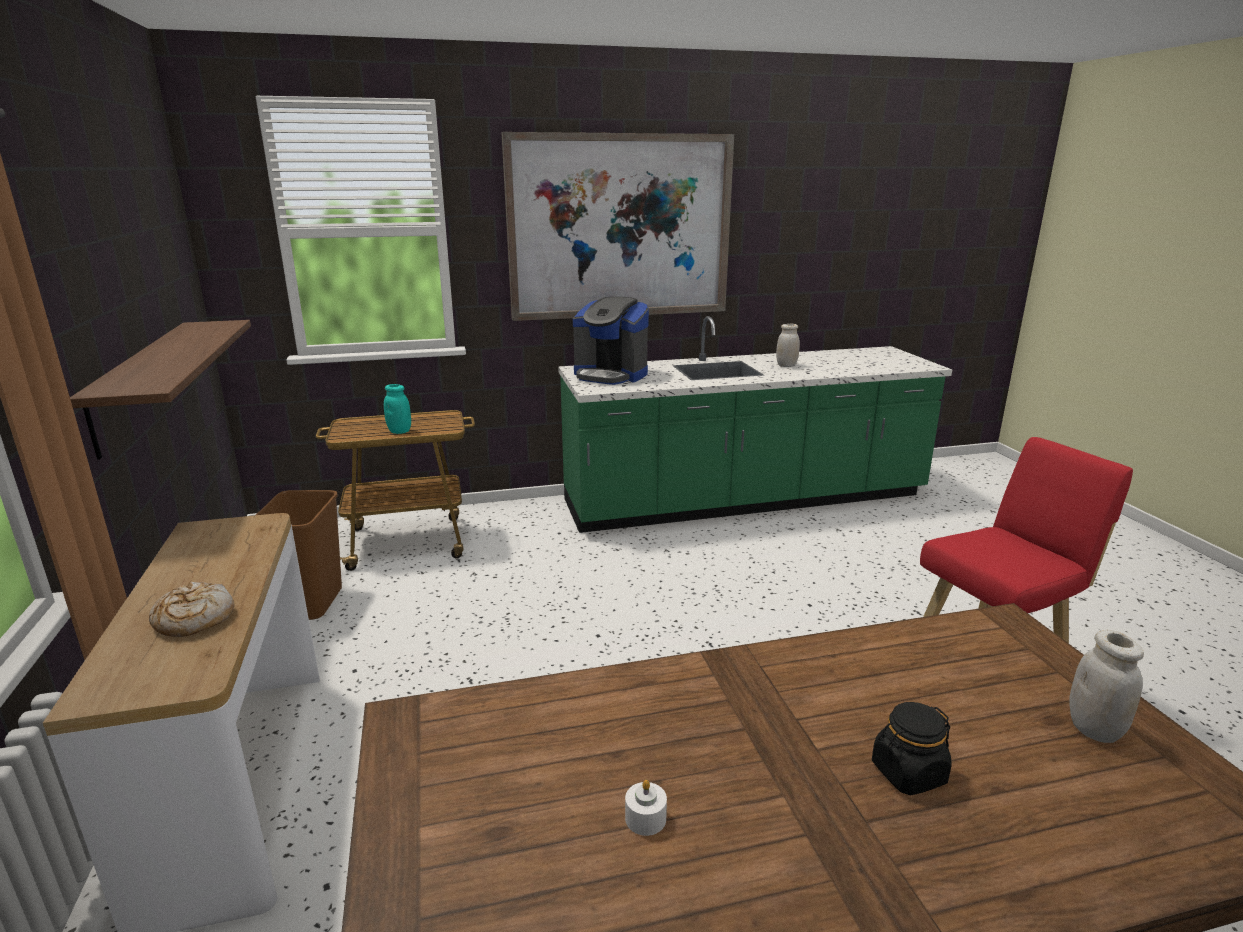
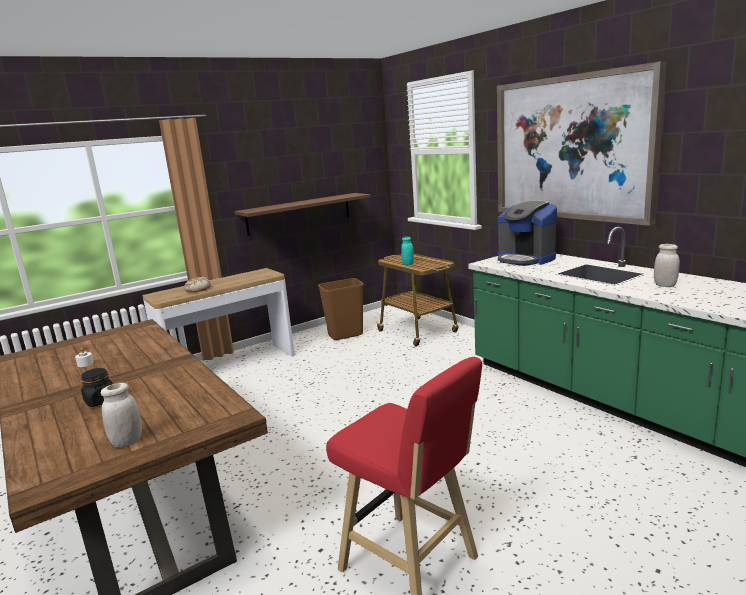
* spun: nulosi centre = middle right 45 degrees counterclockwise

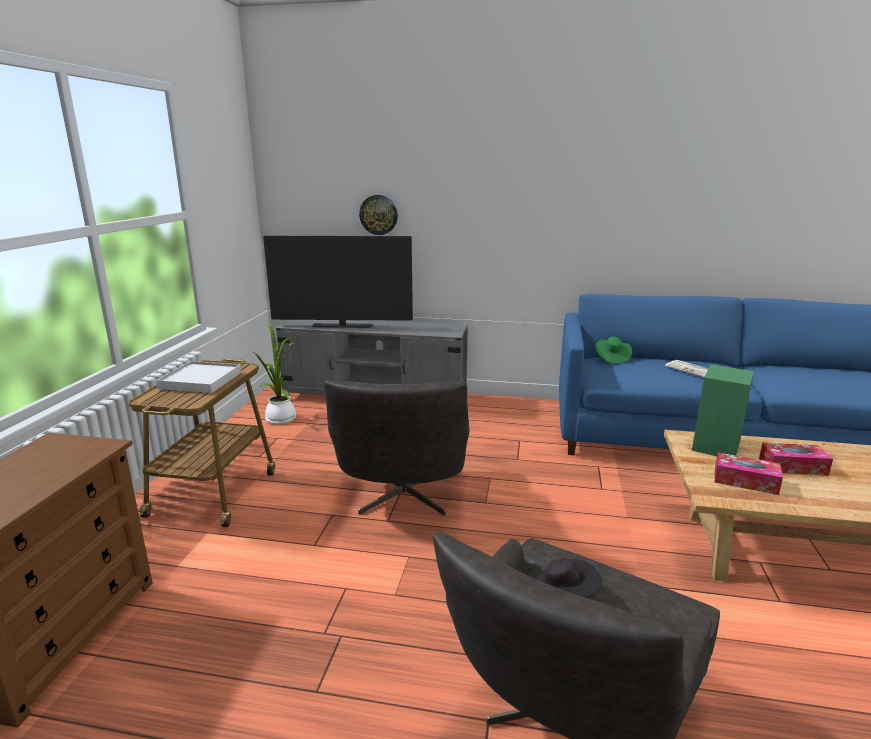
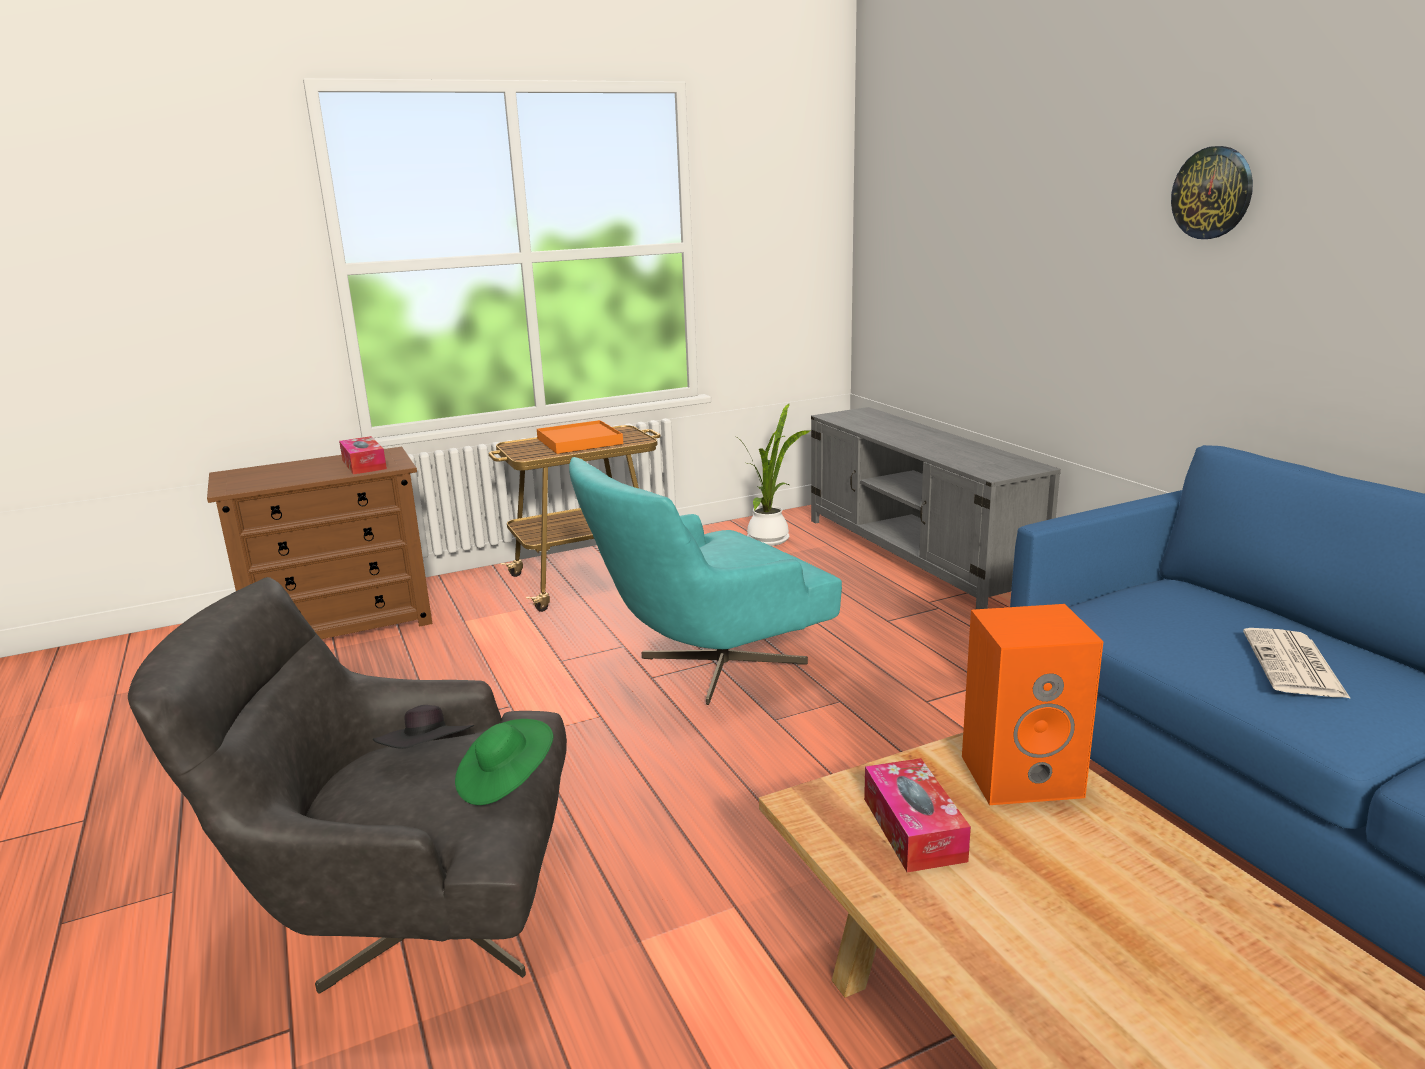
* colour: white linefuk middle left to orange linefuk centre
* missing: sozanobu centre
* colour: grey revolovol (no. 1 from left) centre to turquoise revolovol centre
* relocated: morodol top centre to top right
* relocated: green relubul middle right to bottom centre
* colour: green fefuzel middle right to orange fefuzel middle right
* relocated: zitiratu (no. 2 from left in the first image) middle right to zitiratu (no. 1 from left) middle left

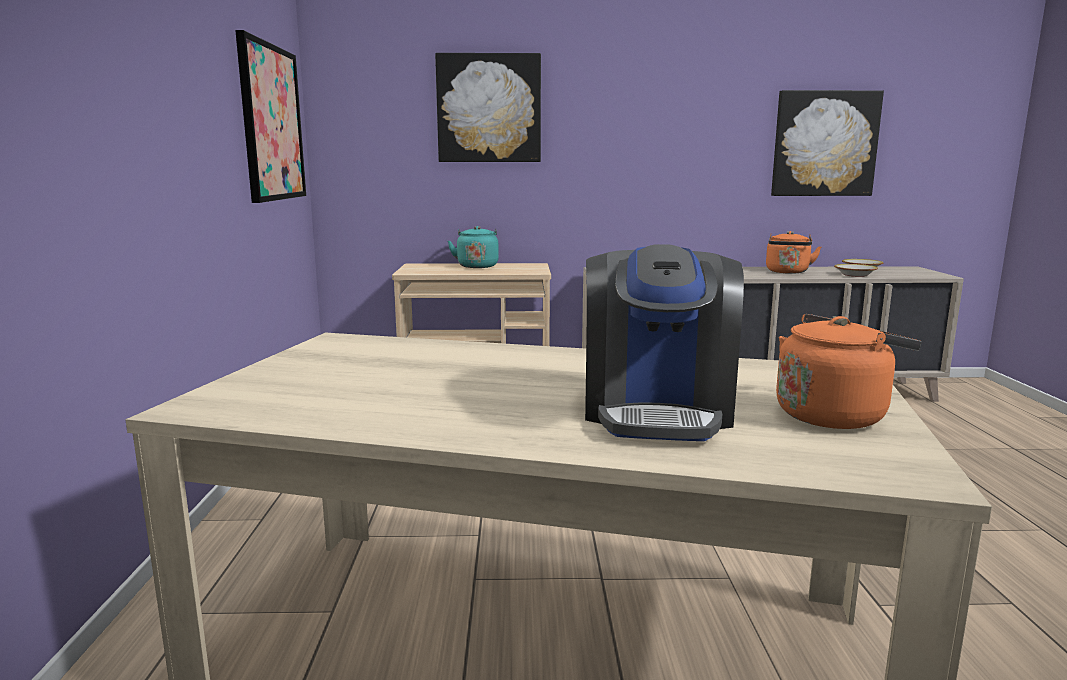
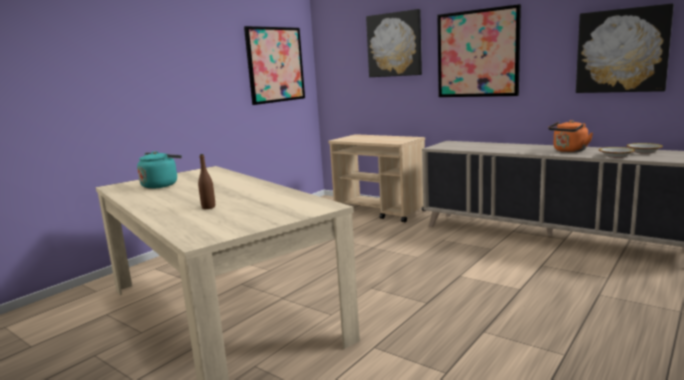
* relocated: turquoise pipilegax centre to middle left
* exchanged: nulosi centre to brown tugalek middle left
* missing: orange pipilegax (no. 2 from left) middle right
* appeared: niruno (no. 3 from left) top right

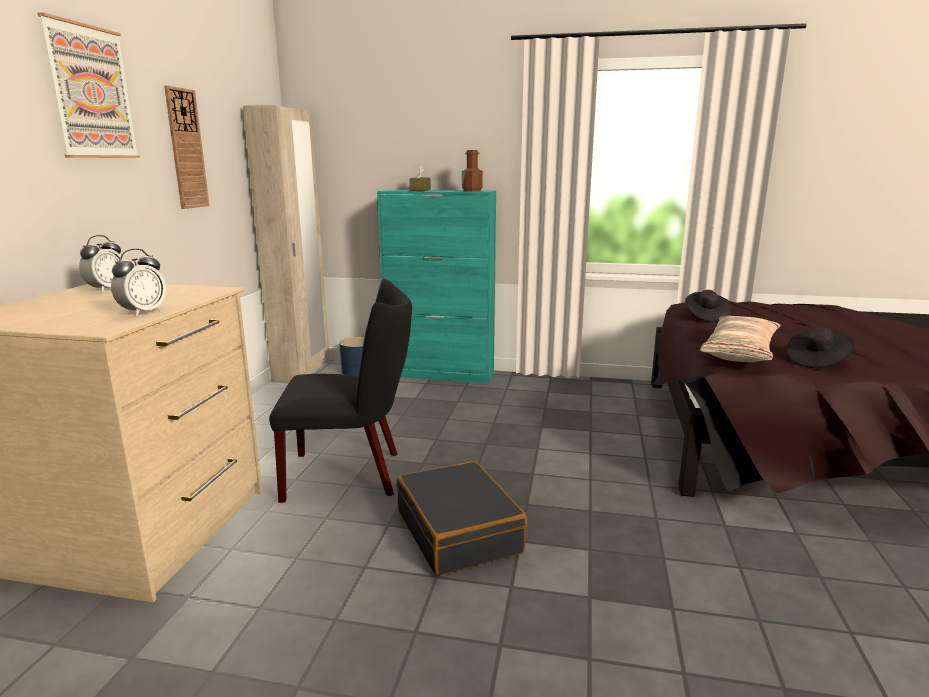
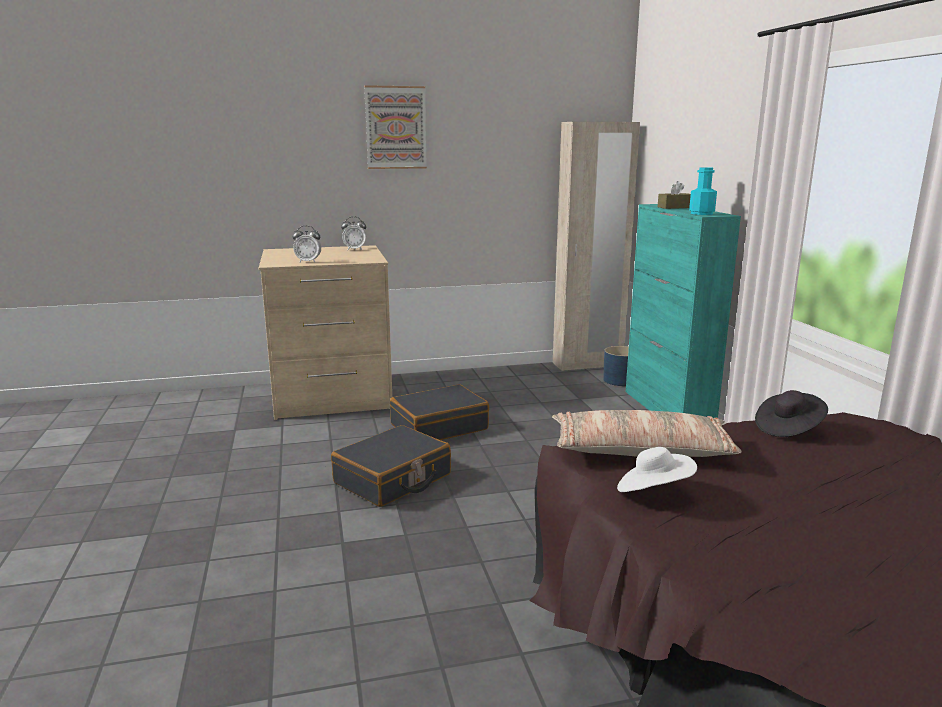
* missing: morodol top left
* exchanged: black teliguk centre to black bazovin (no. 2 from left) centre
* colour: brown tugalek top centre to turquoise tugalek top right
* colour: black relubul (no. 2 from left) middle right to white relubul middle right

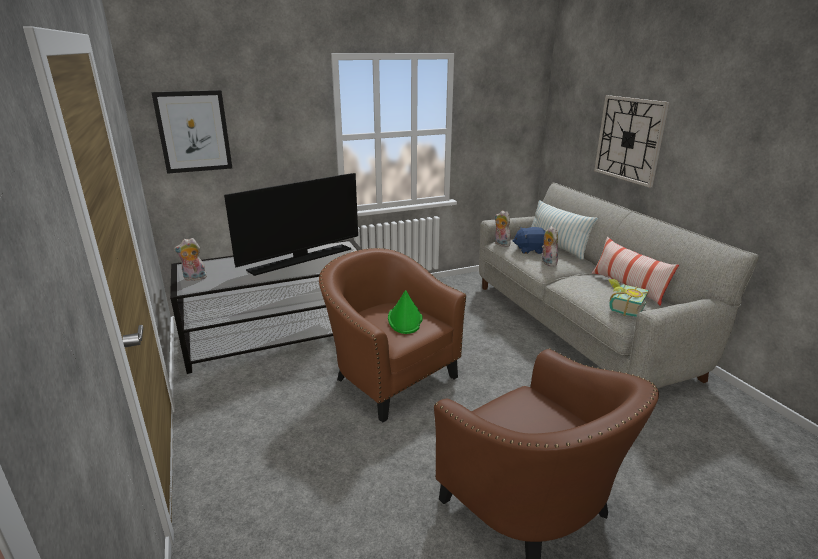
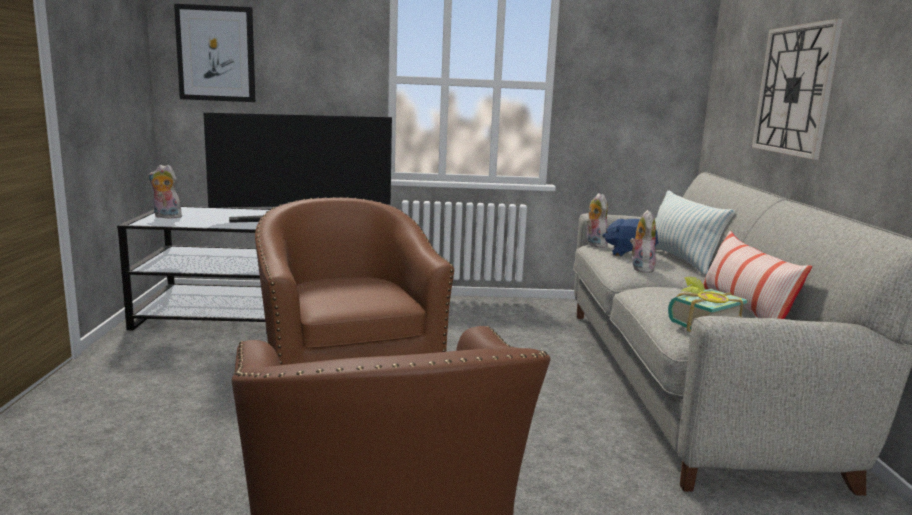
* missing: green relubul centre

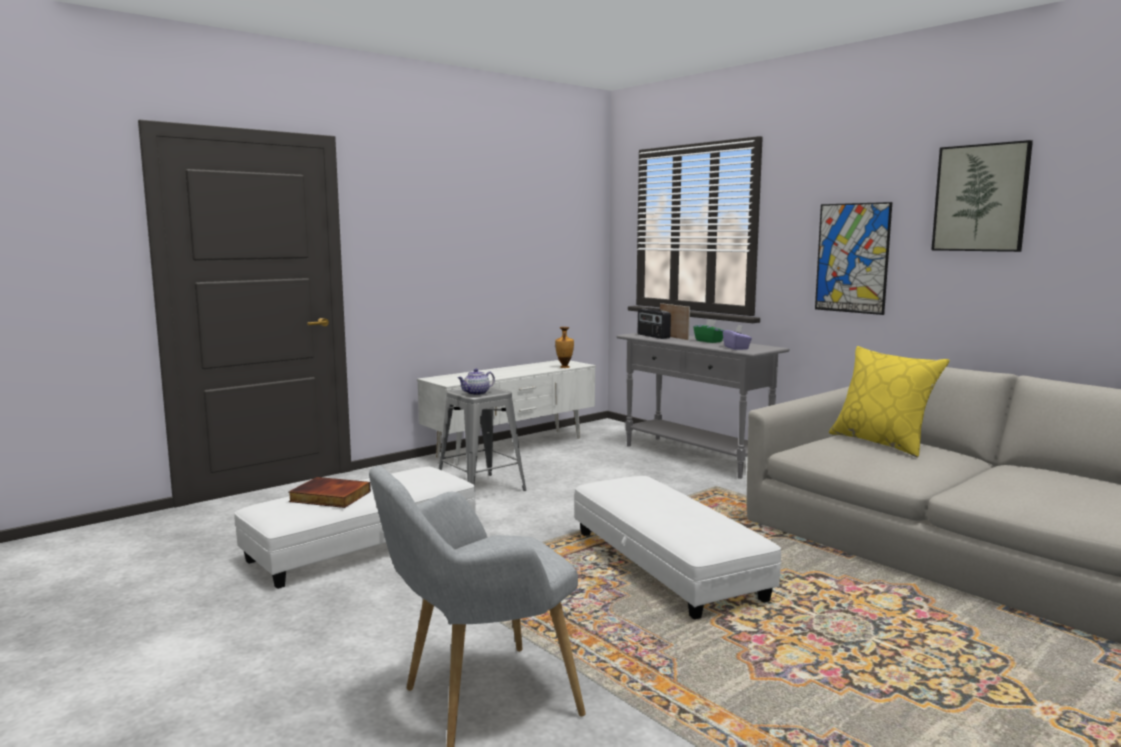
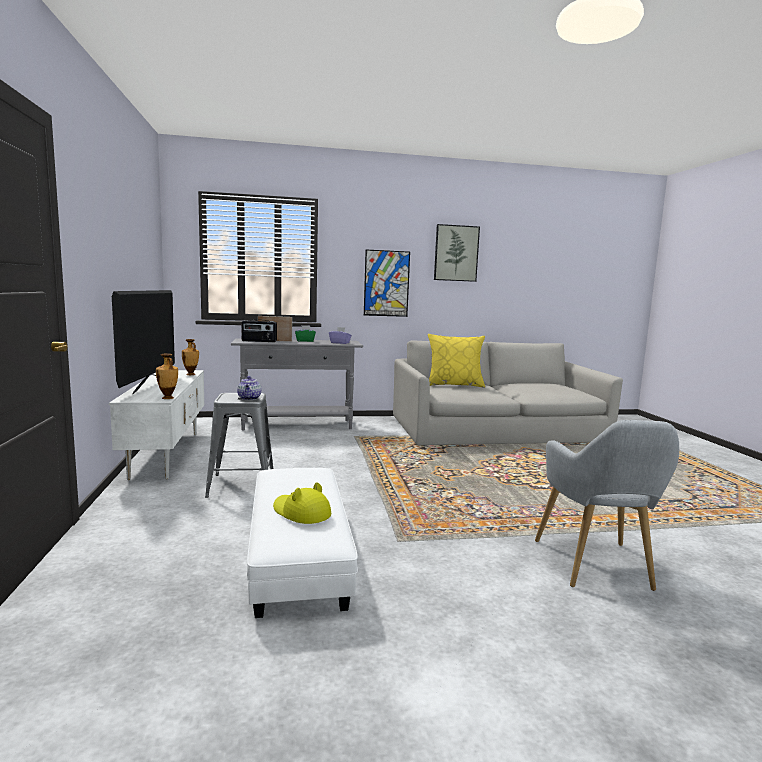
* exchanged: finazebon middle left to yellow relubul centre
* missing: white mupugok (no. 2 from left) bottom centre
* appeared: sozanobu middle left
* appeared: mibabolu (no. 1 from left) middle left

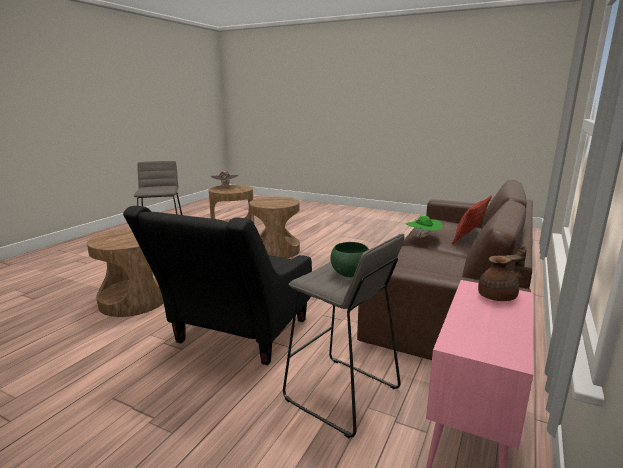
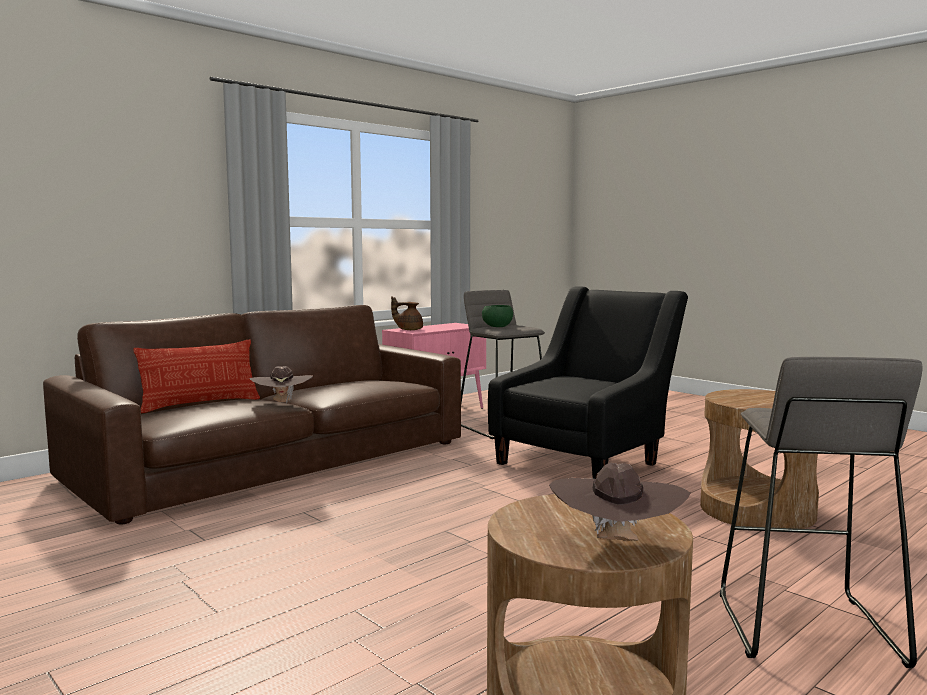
* missing: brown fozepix (no. 3 from left) centre
* colour: green relubul middle right to brown relubul (no. 1 from left) middle left

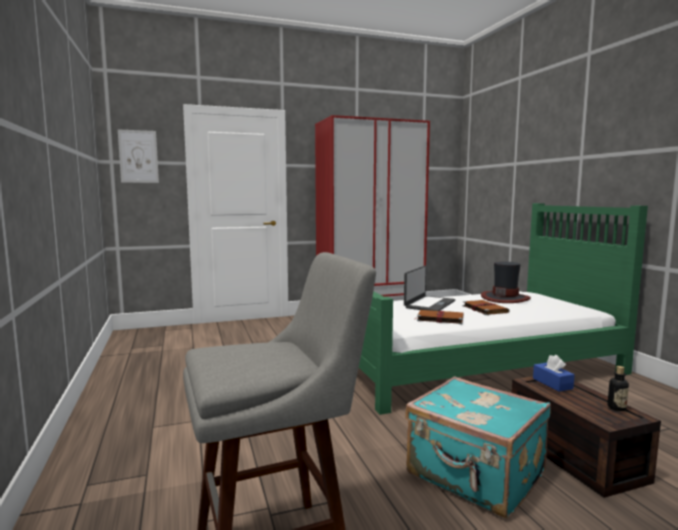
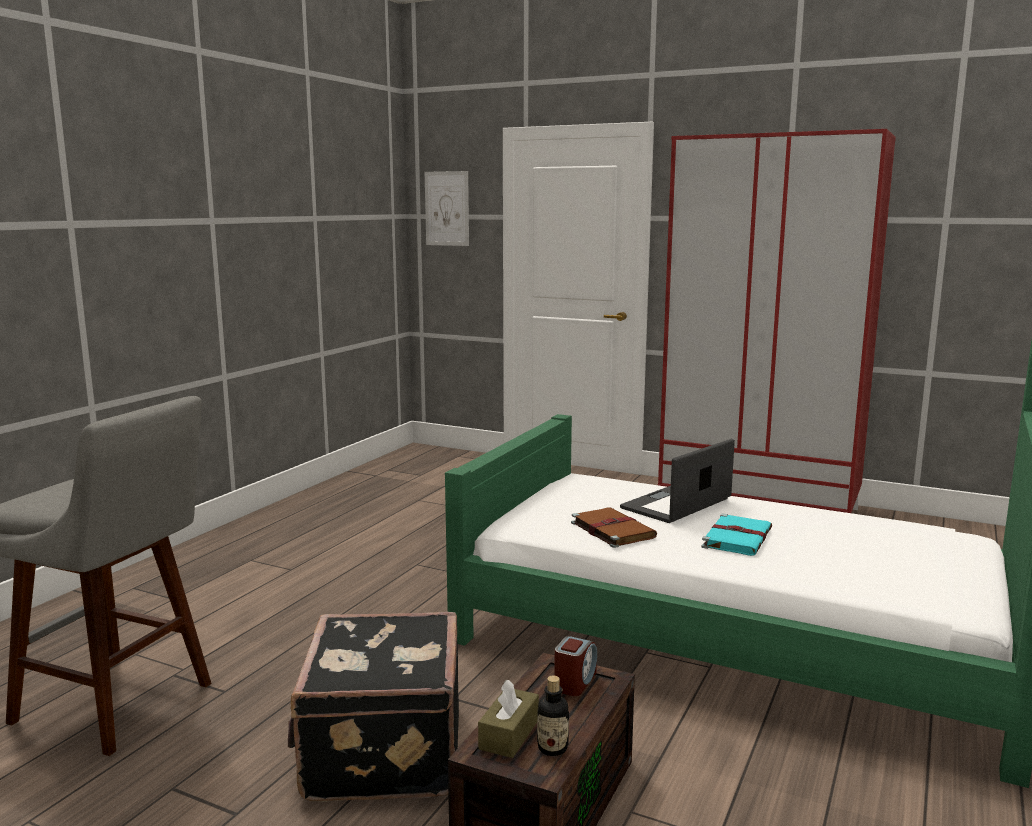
* spun: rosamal centre = centre 150 degrees clockwise
* colour: turquoise bazovin bottom right to black bazovin bottom centre
* colour: brown finazebon (no. 2 from left) middle right to turquoise finazebon middle right
* missing: relubul middle right
* exchanged: blue zitiratu bottom right to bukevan bottom centre
* appeared: brown zitiratu bottom centre

